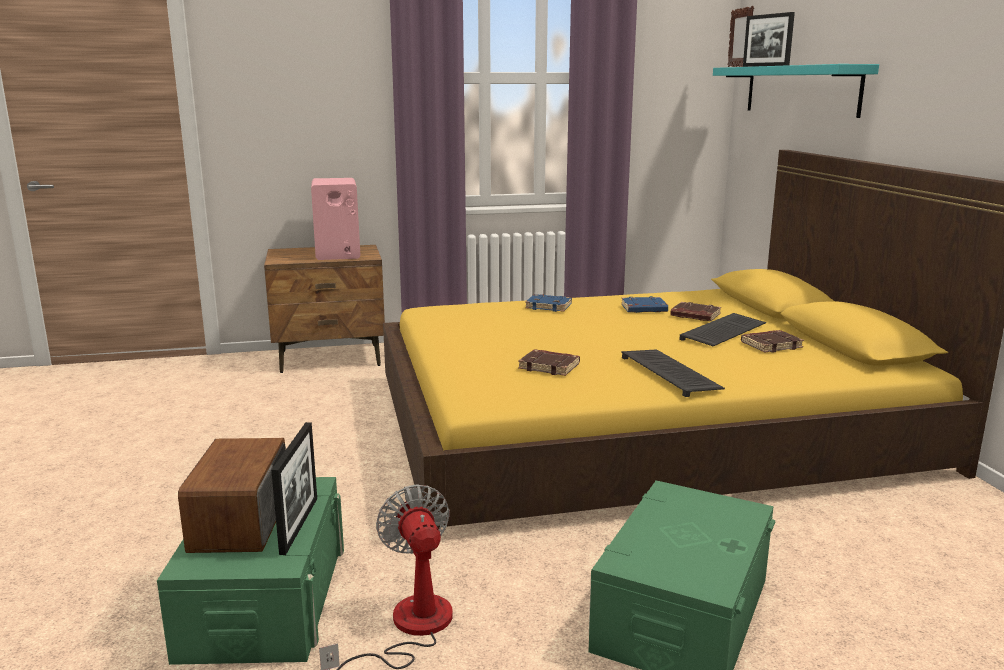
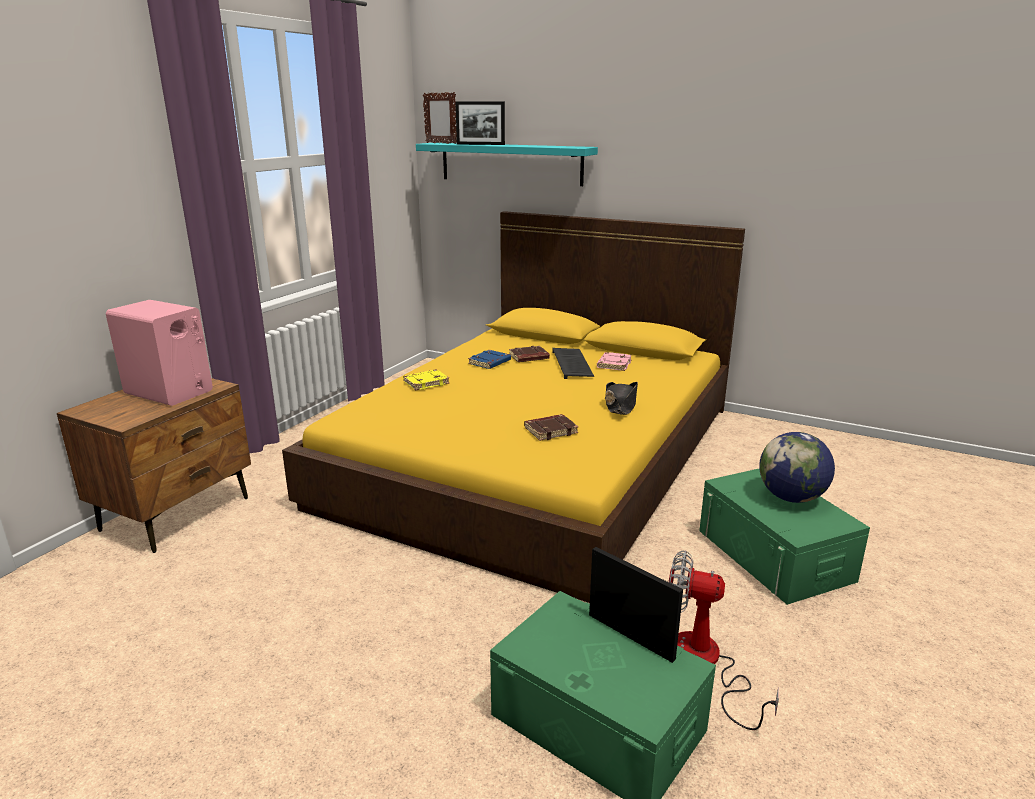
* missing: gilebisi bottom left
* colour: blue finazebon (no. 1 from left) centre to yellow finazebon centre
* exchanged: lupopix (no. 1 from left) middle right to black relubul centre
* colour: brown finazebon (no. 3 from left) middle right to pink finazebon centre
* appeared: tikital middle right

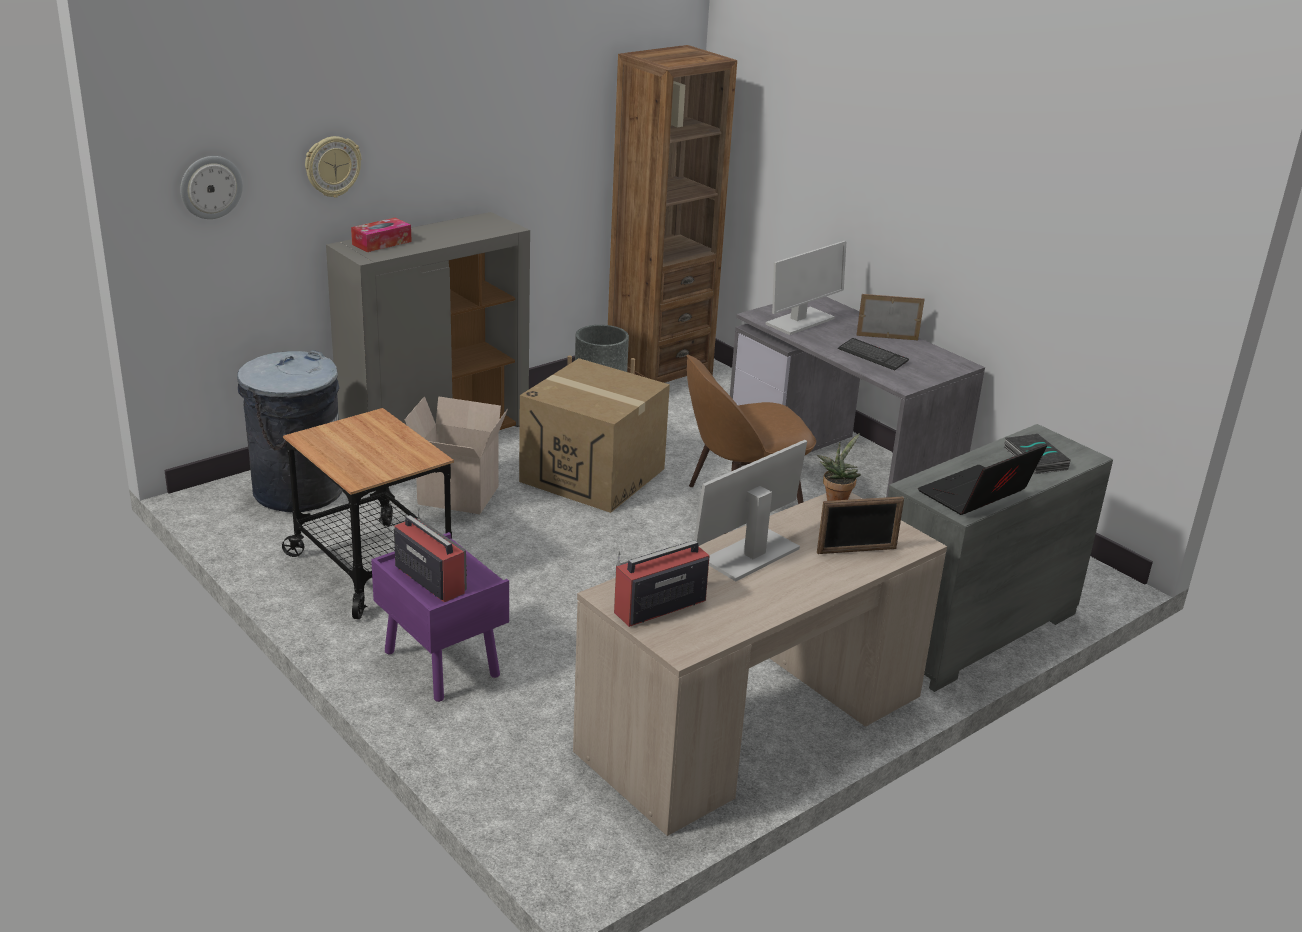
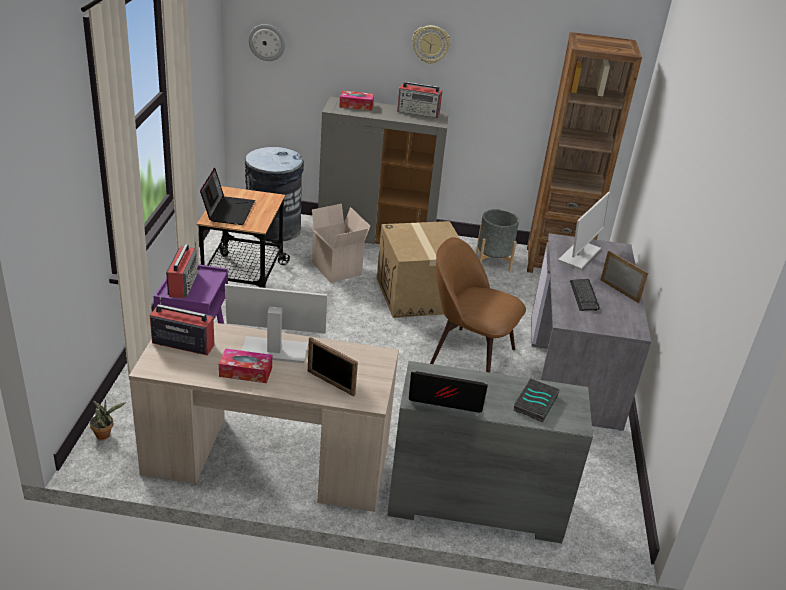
* relocated: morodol (no. 2 from left) top left to top centre
* spun: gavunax (no. 2 from left) top centre = middle right 60 degrees counterclockwise
* relocated: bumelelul centre to bottom left
* appeared: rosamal (no. 1 from left) top left
* appeared: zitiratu (no. 1 from left) middle left
* appeared: gilebisi (no. 3 from left) top centre

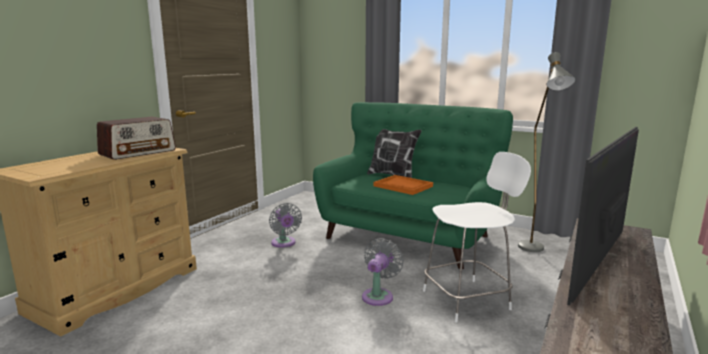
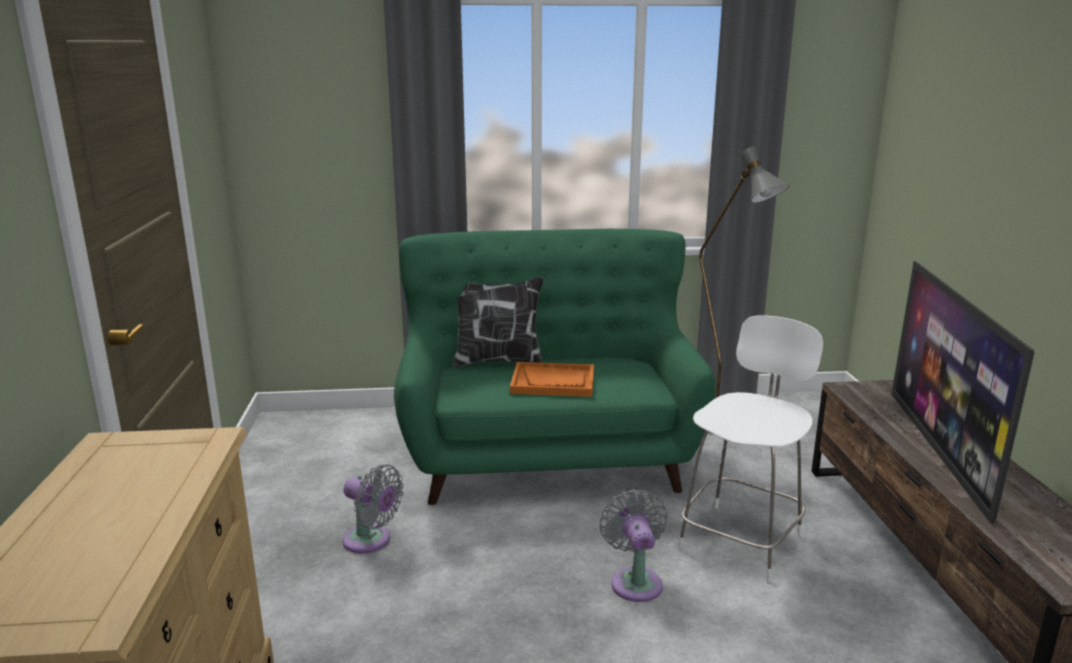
* missing: gilebisi middle left

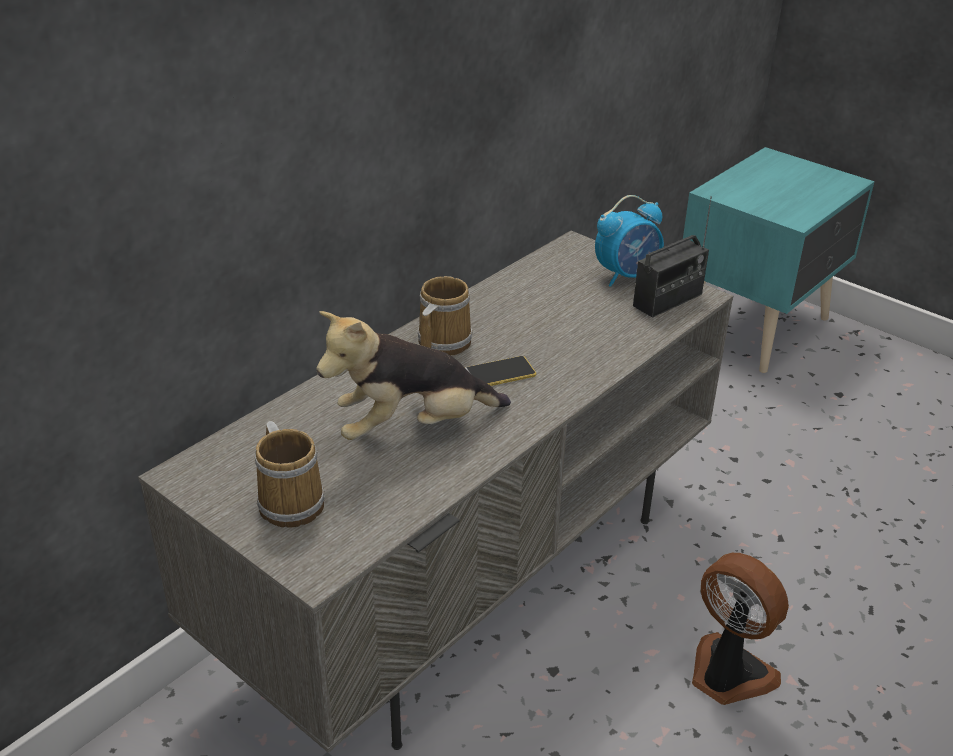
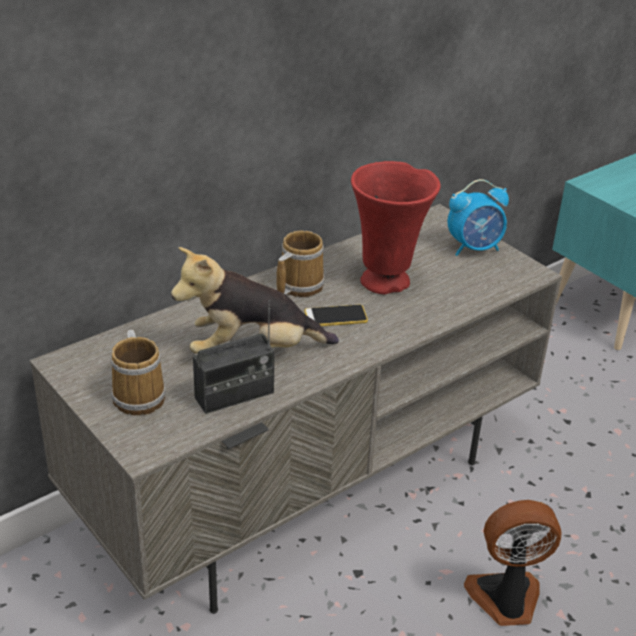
* relocated: gilebisi middle right to centre
* spun: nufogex bottom right = bottom right 60 degrees counterclockwise
* appeared: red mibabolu centre

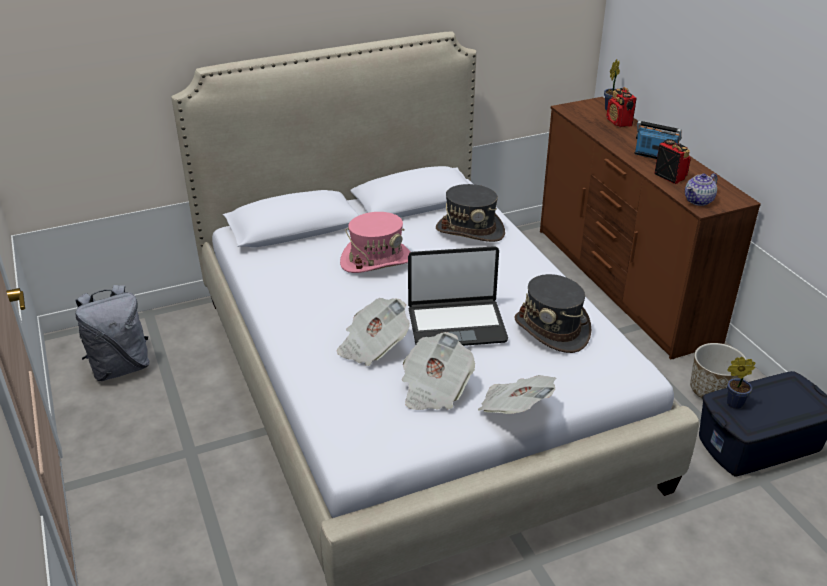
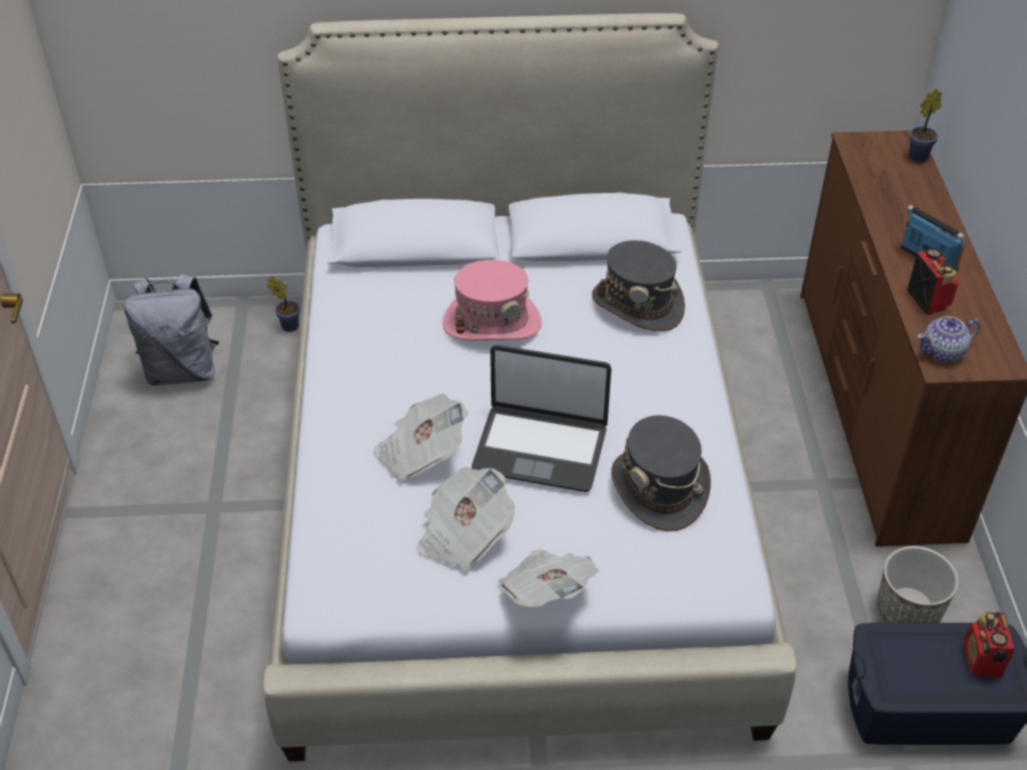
* relocated: gilebisi (no. 1 from left in the first image) top right to gilebisi (no. 3 from left) bottom right
* relocated: bumelelul (no. 2 from left in the first image) middle right to bumelelul (no. 1 from left) middle left

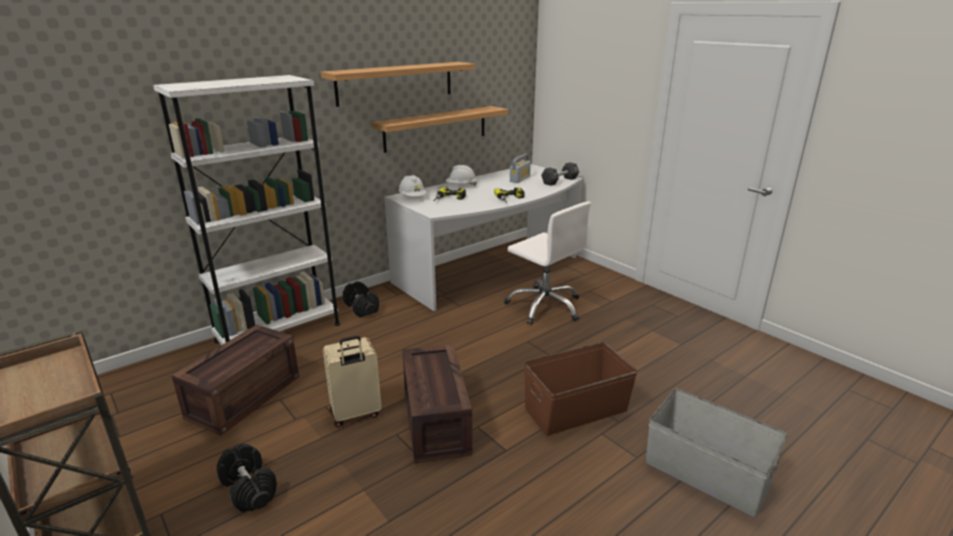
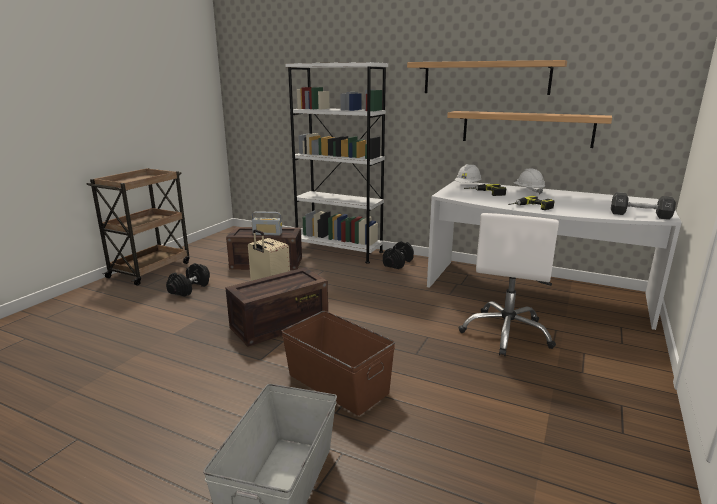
* relocated: gilebisi top centre to centre

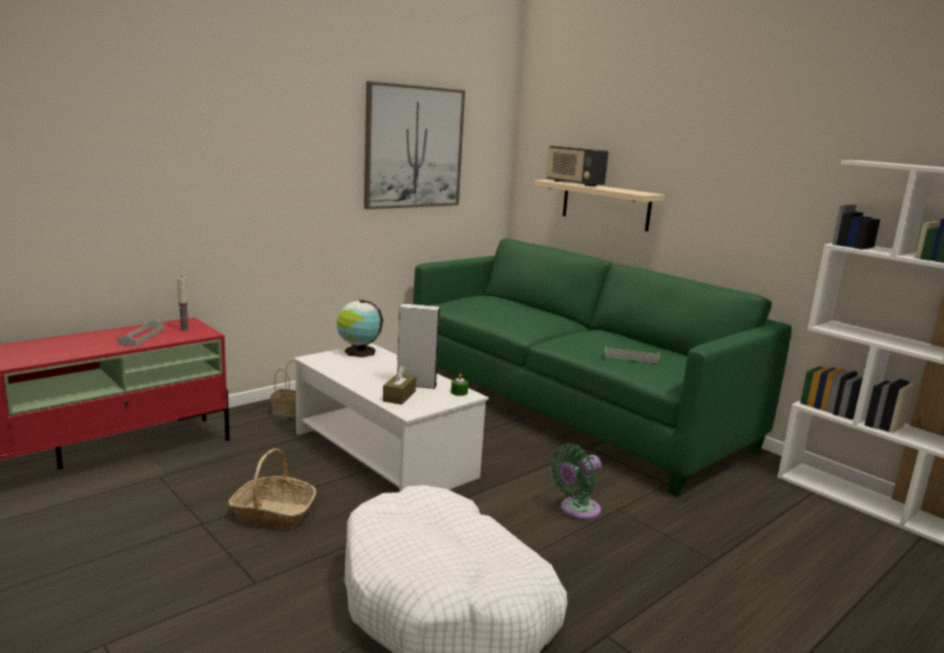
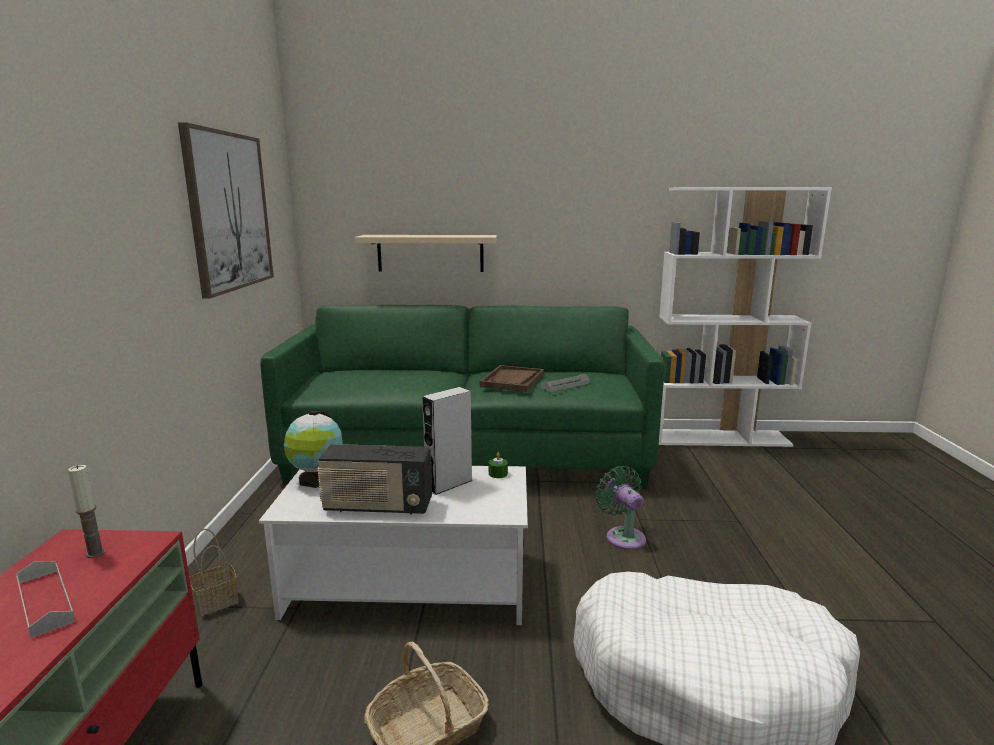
* missing: brown zitiratu centre
* relocated: gilebisi top centre to centre
* spun: green nufogex bottom centre = bottom centre 150 degrees clockwise
* appeared: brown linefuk centre

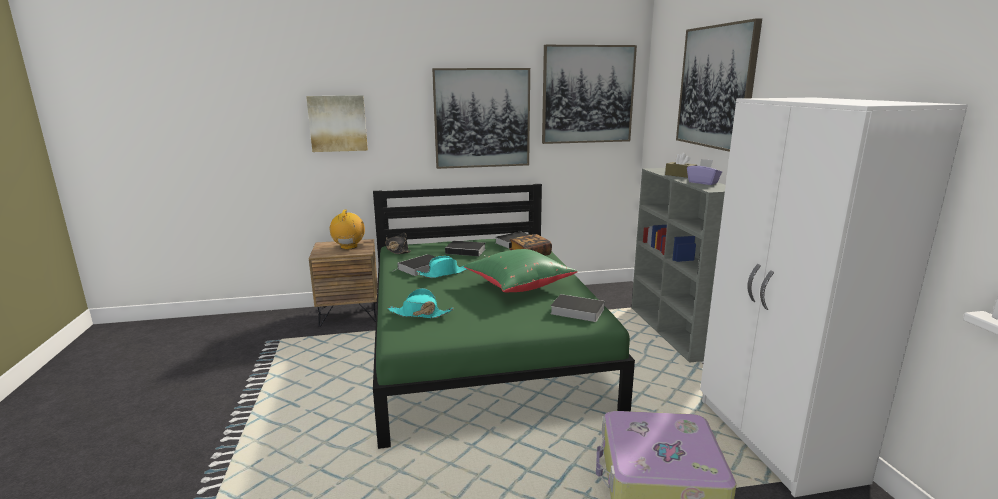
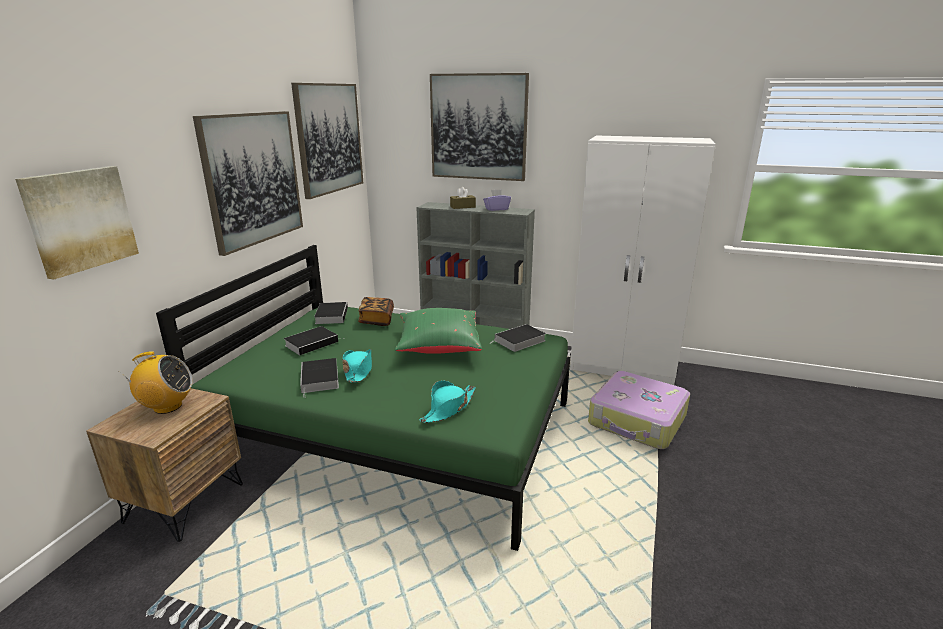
* spun: gilebisi centre = middle left 150 degrees clockwise
* missing: black relubul centre

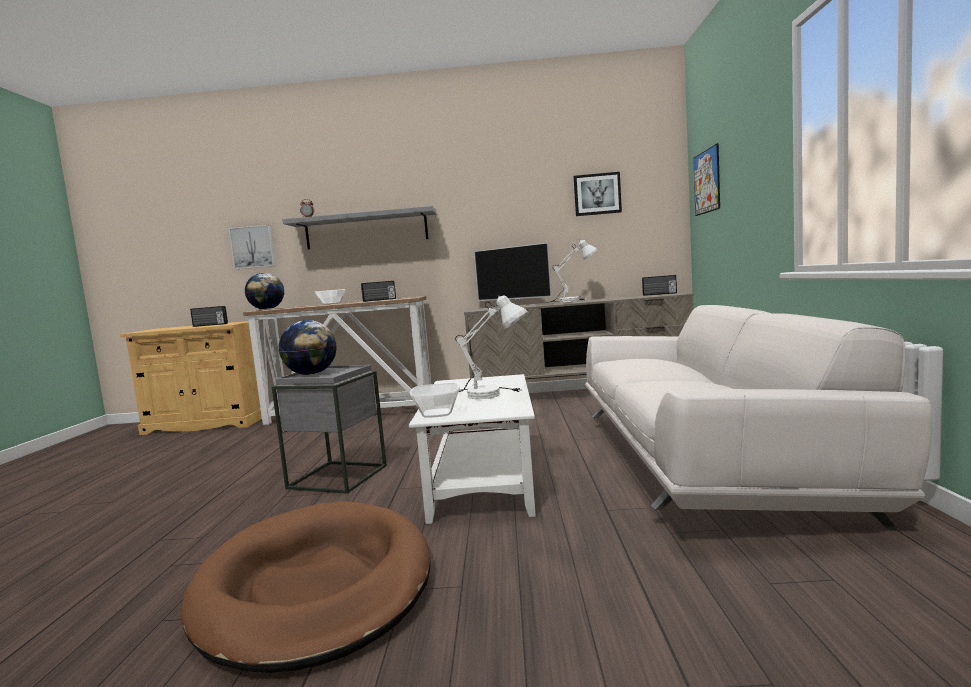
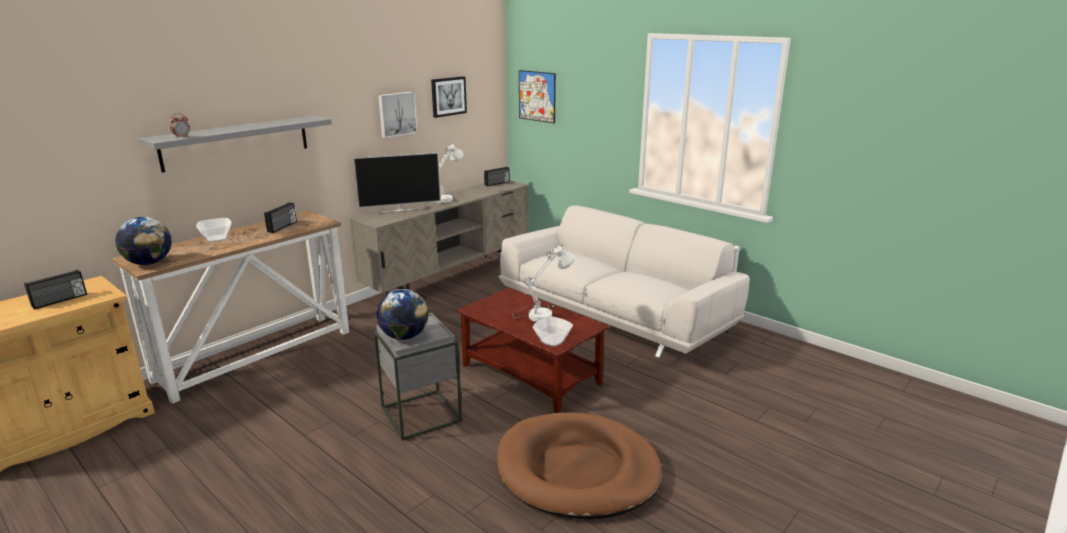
* relocated: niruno (no. 1 from left) middle left to top centre
* colour: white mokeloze centre to brown mokeloze centre

